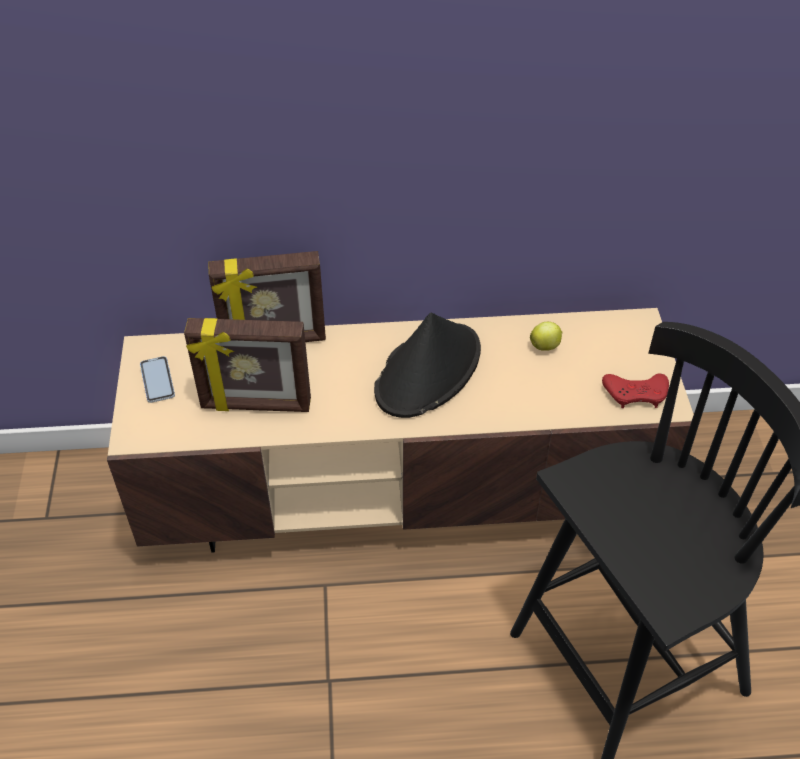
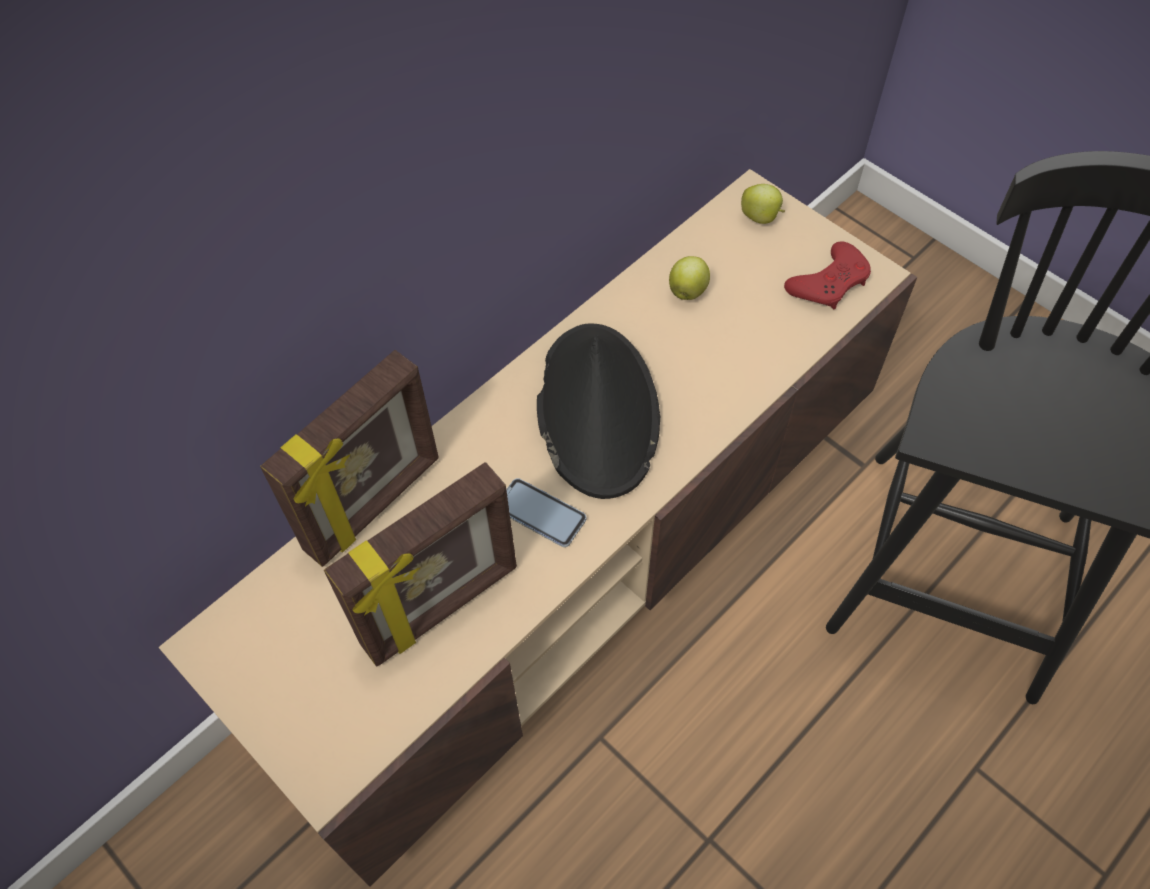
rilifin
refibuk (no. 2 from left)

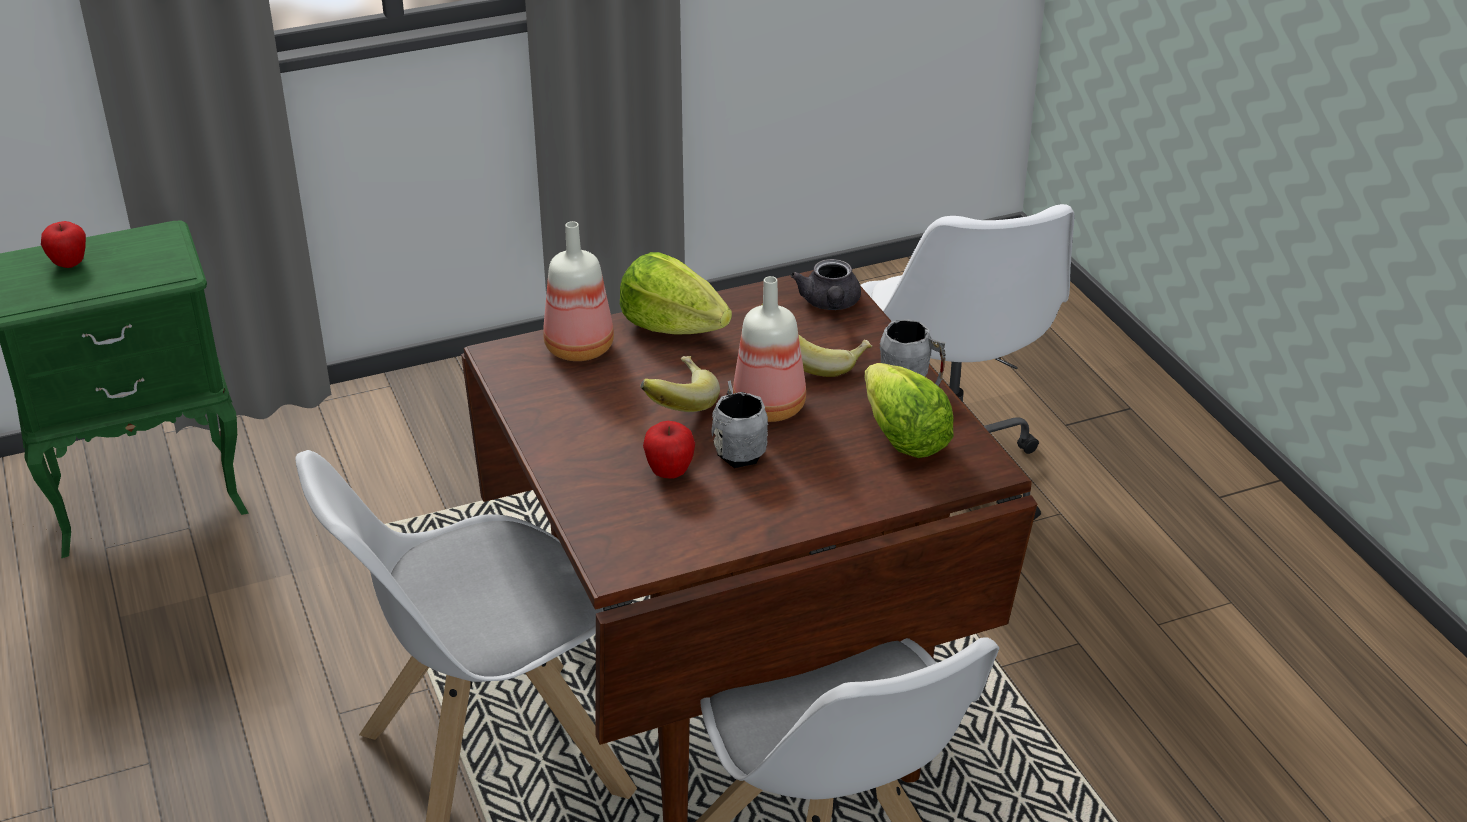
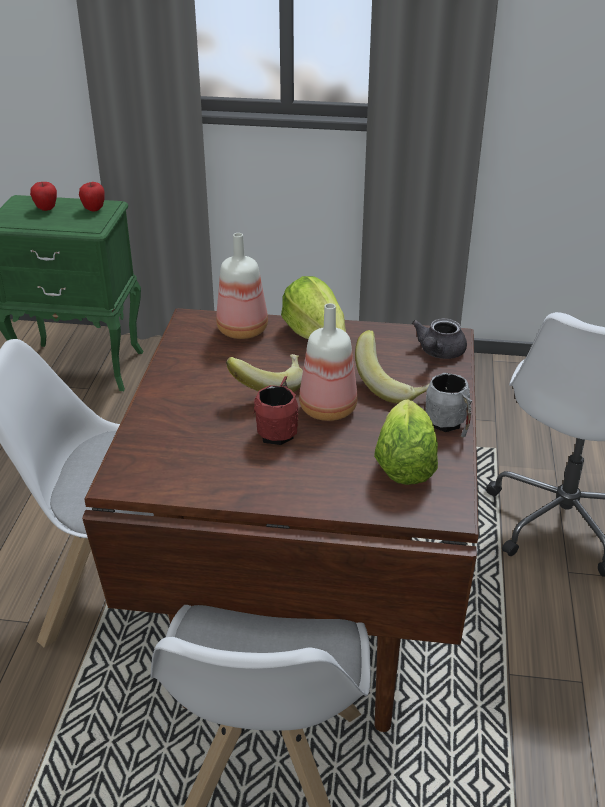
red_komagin
refibuk (no. 2 from left)

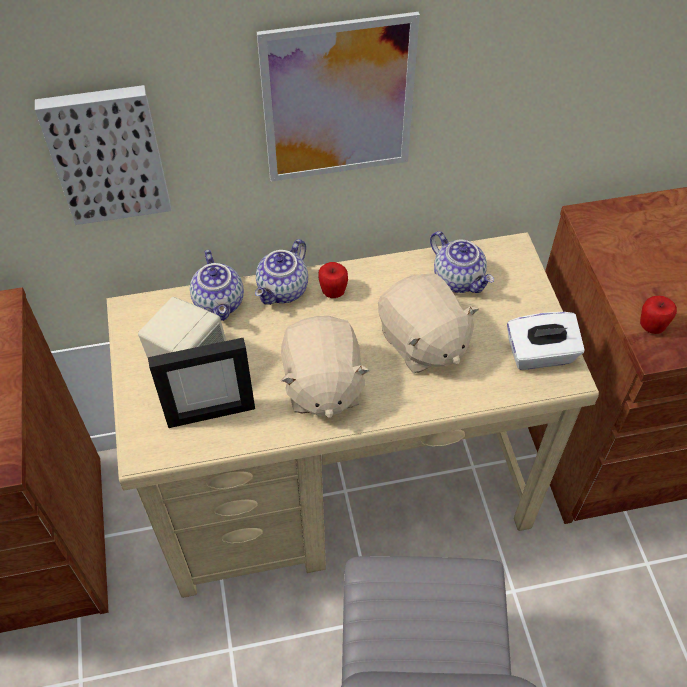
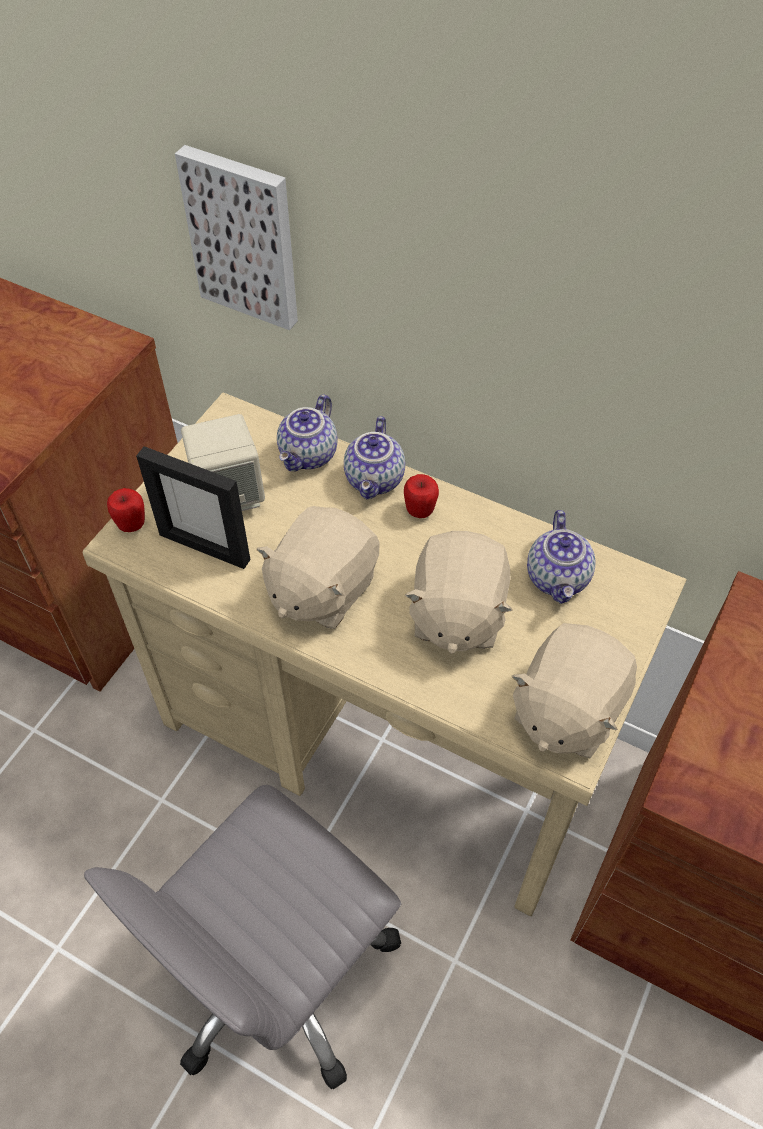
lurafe (no. 2 from left in the first image)
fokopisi (no. 2 from left)
refibuk (no. 1 from left)
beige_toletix (no. 3 from left)

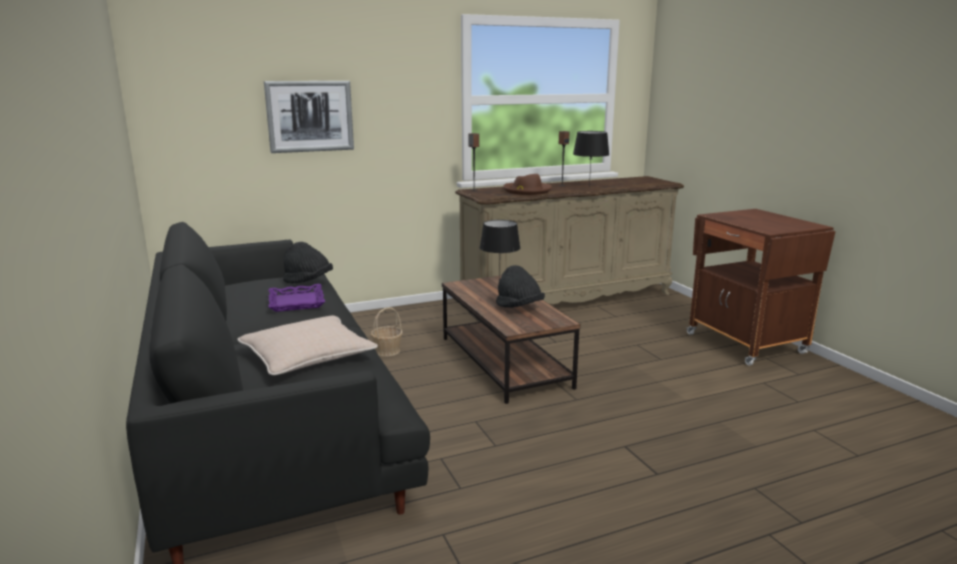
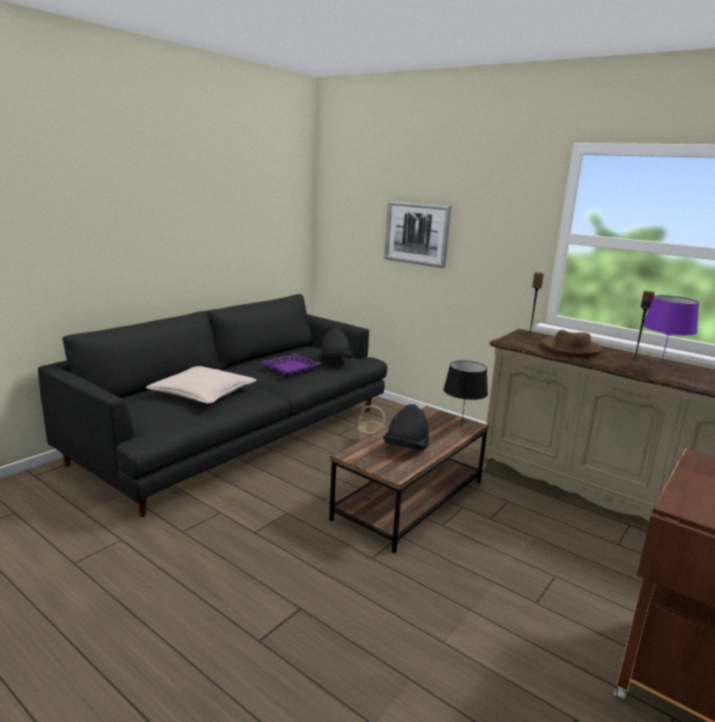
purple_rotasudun

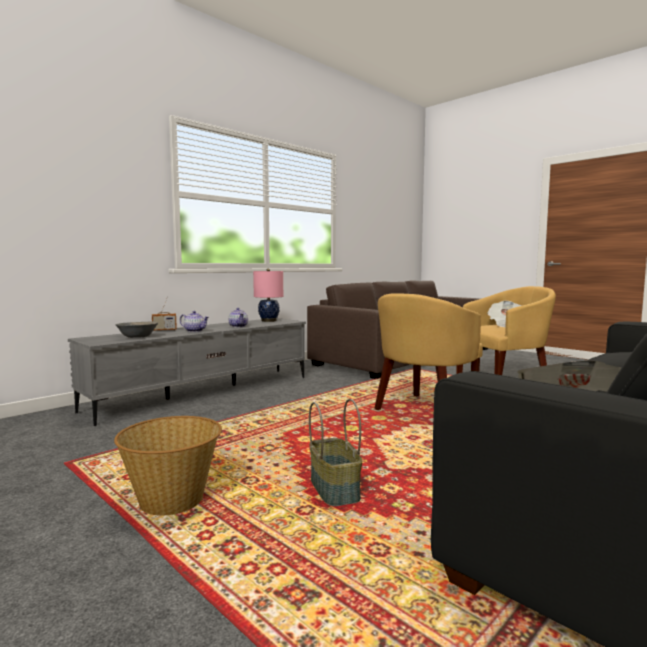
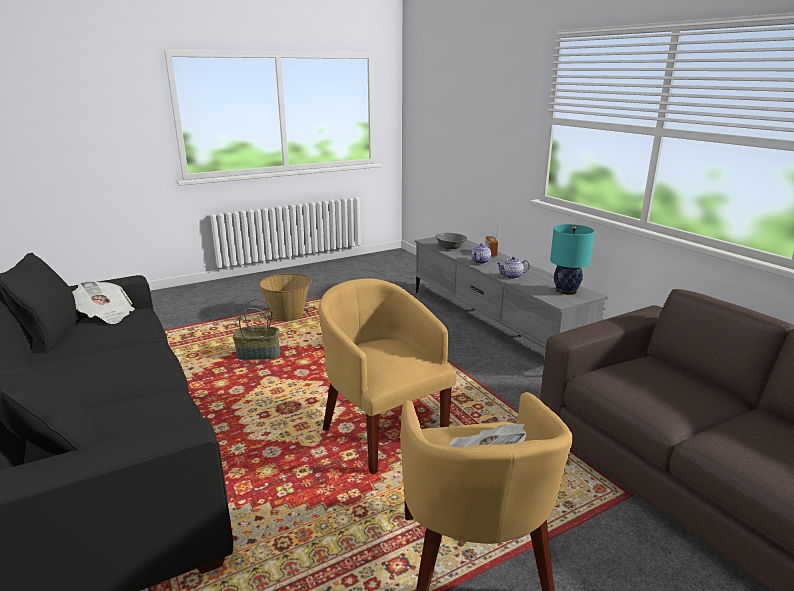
turquoise_rotasudun

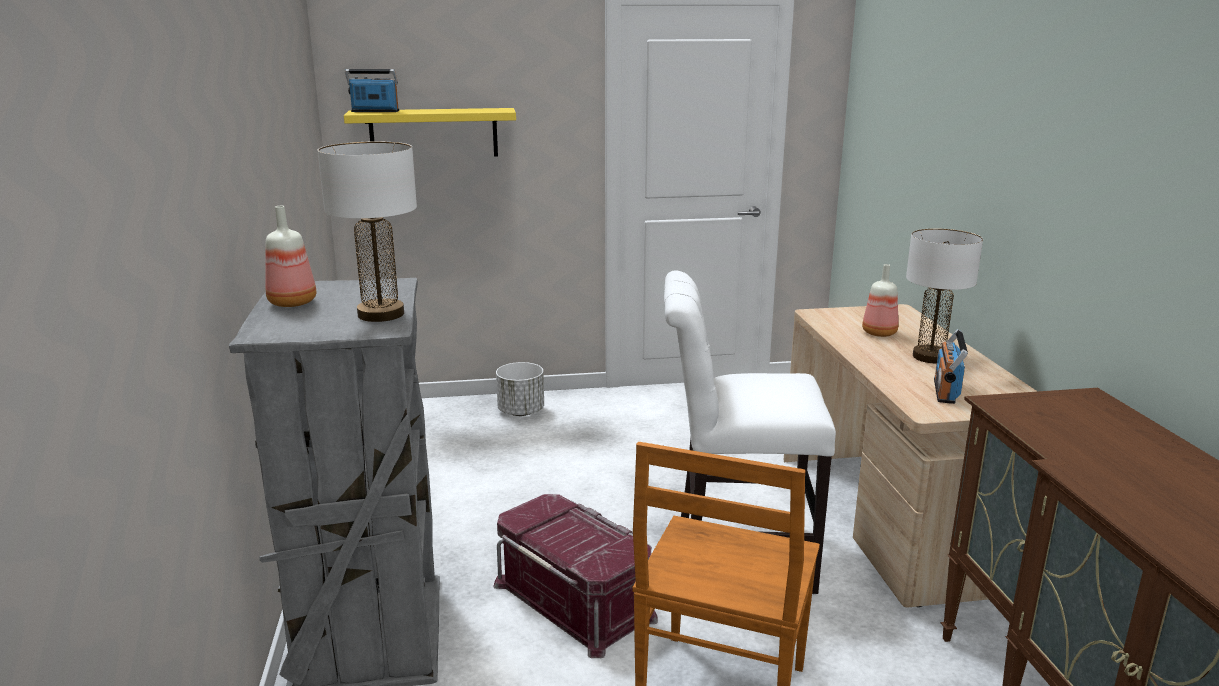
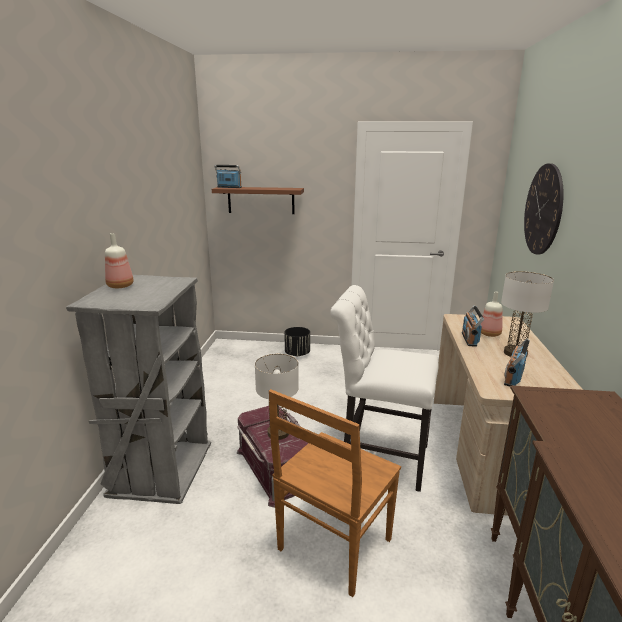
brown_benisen
rotasudun (no. 1 from left)
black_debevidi
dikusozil
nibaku (no. 2 from left)

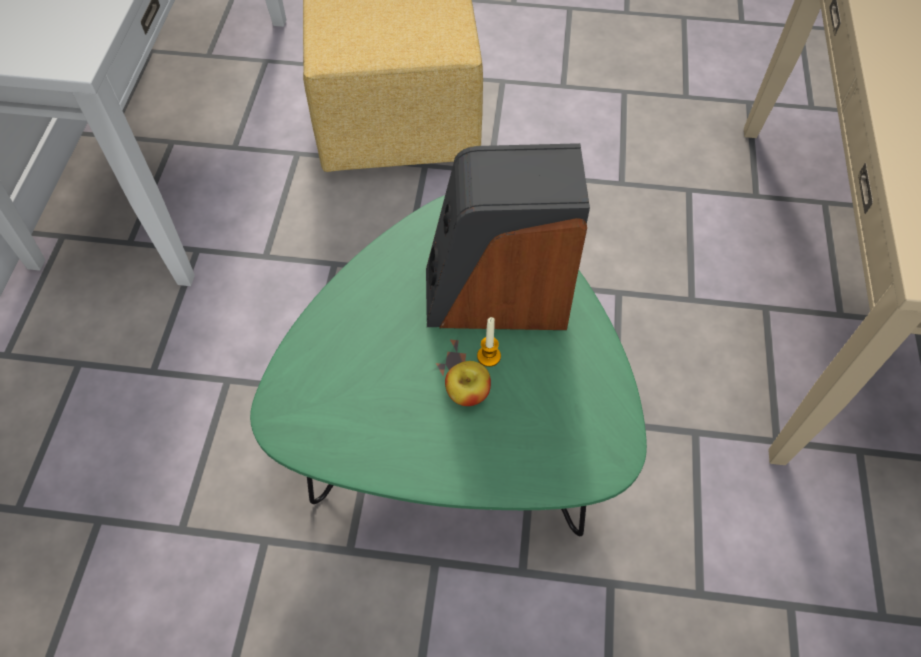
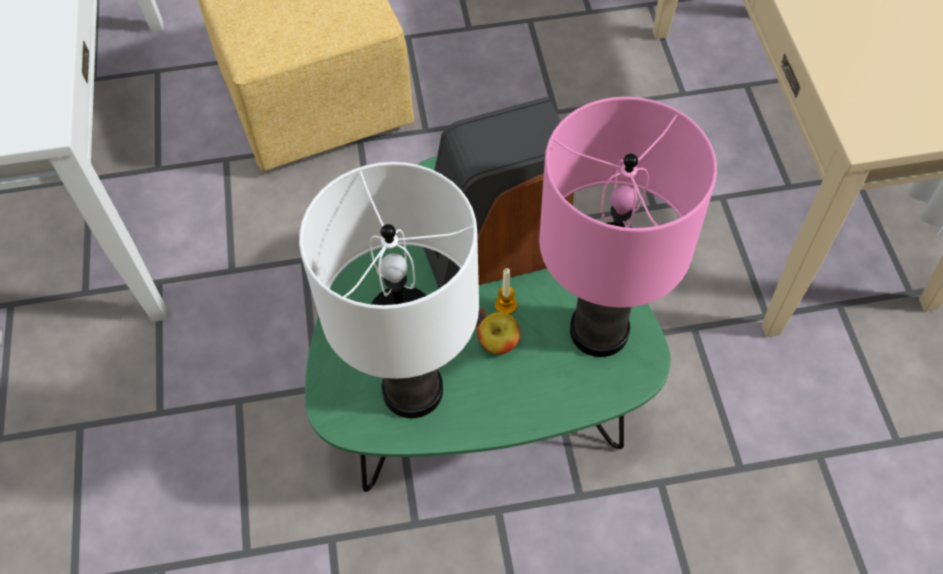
pink_rotasudun
white_rotasudun

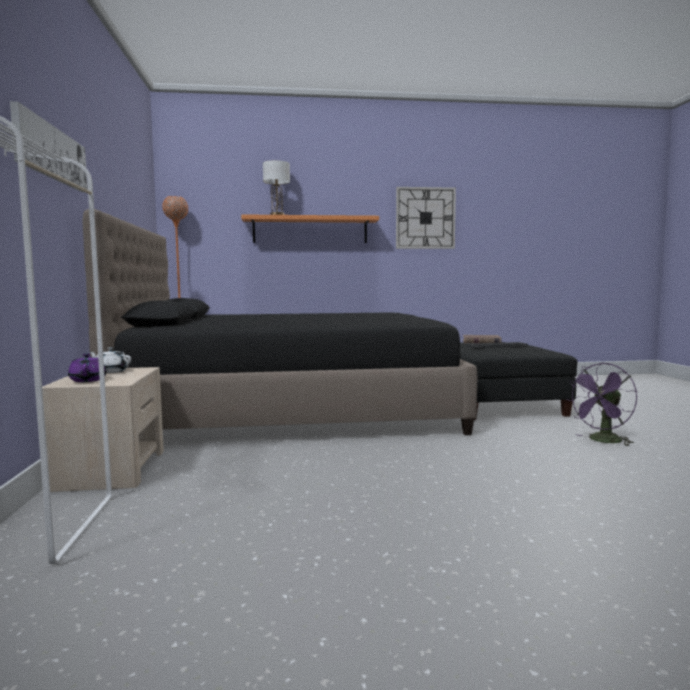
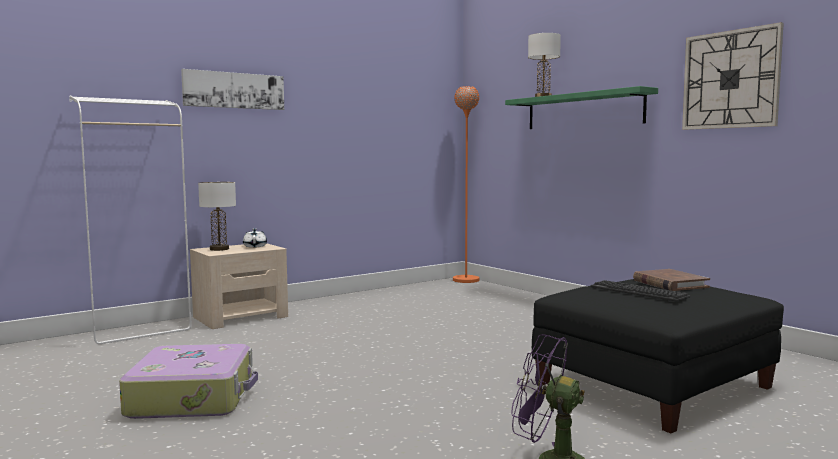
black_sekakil
green_benisen
rotasudun (no. 1 from left)
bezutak

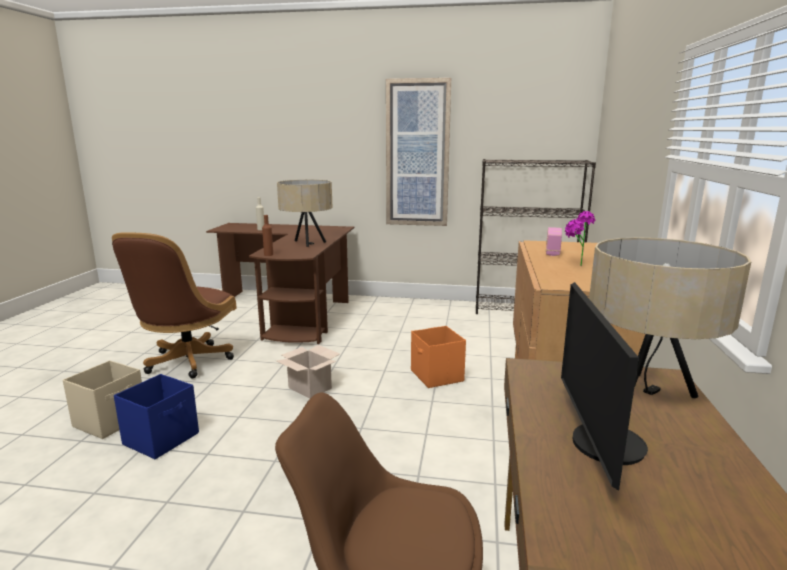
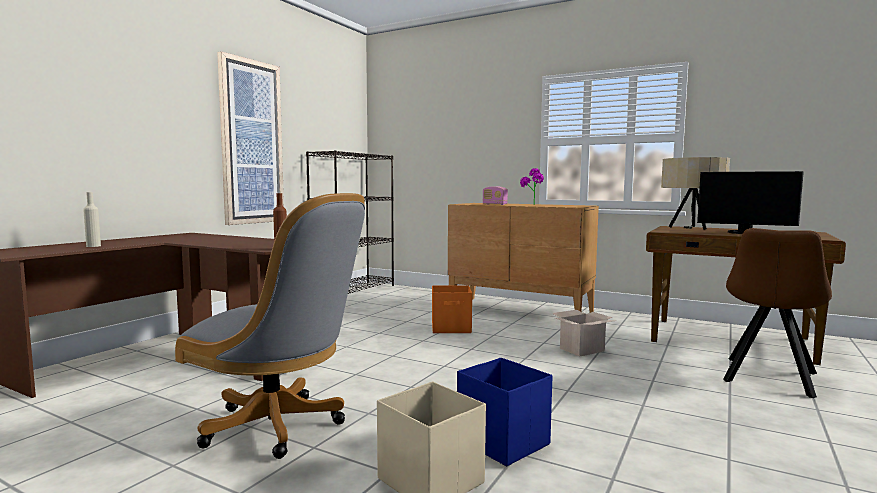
beige_rotasudun (no. 1 from left in the first image)
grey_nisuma
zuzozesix

